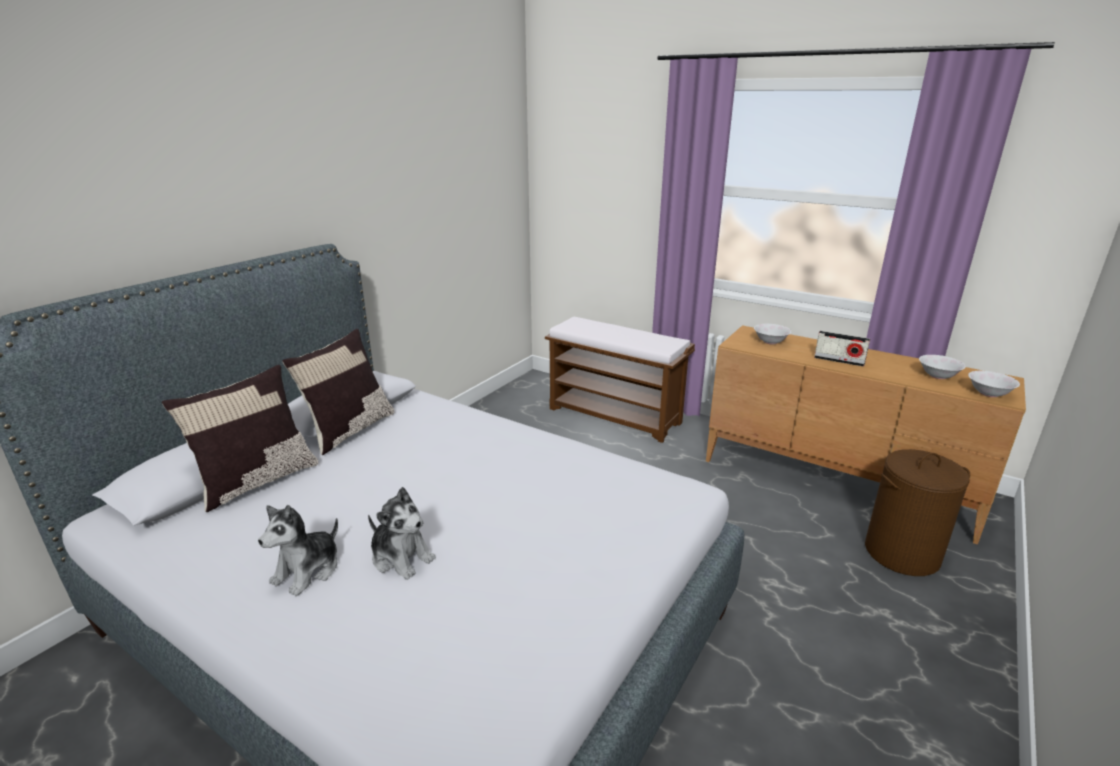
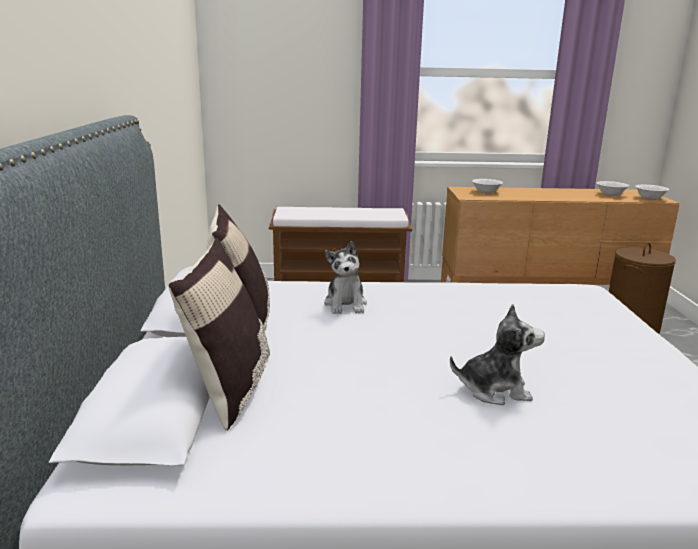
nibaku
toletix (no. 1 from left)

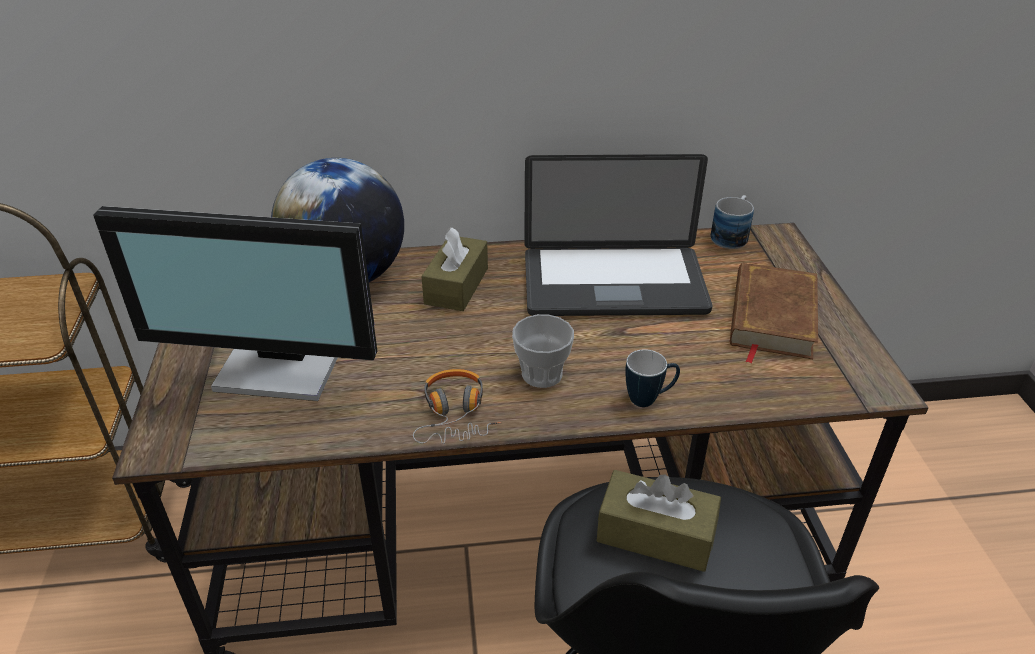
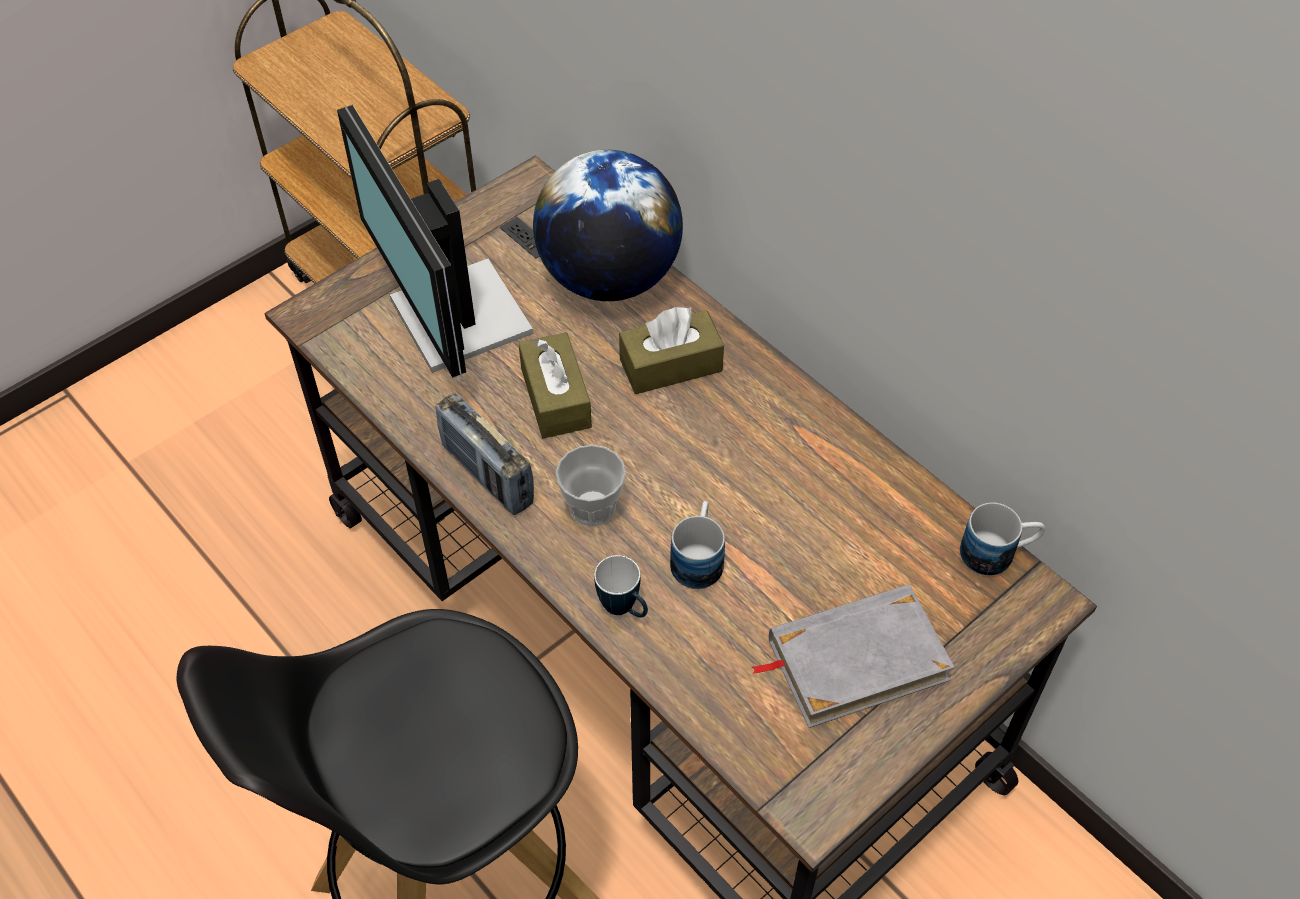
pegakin
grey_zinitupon
nibaku
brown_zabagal (no. 1 from left)
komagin (no. 2 from left)

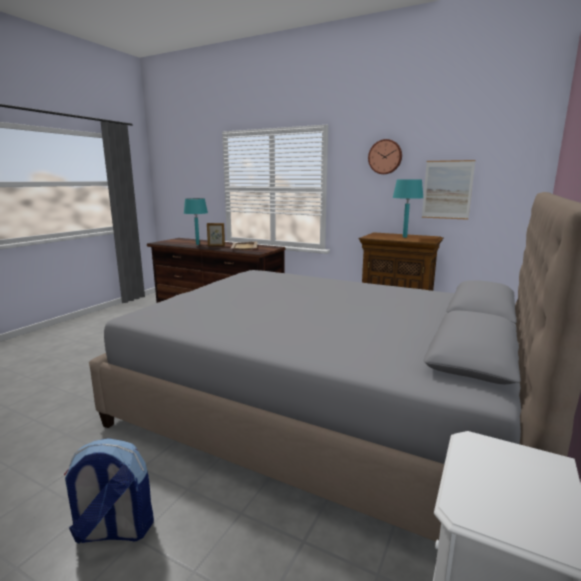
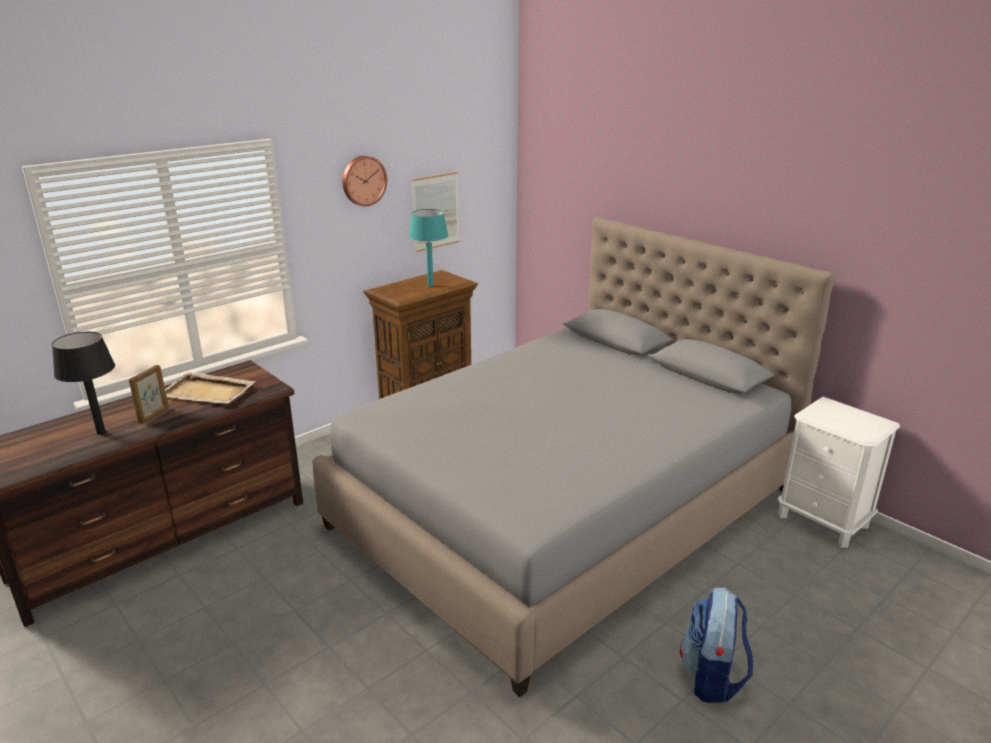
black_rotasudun

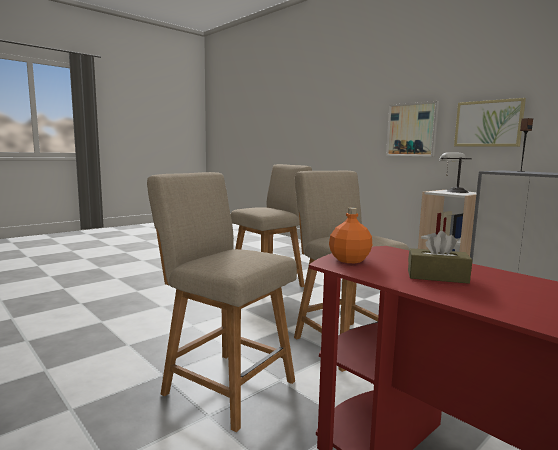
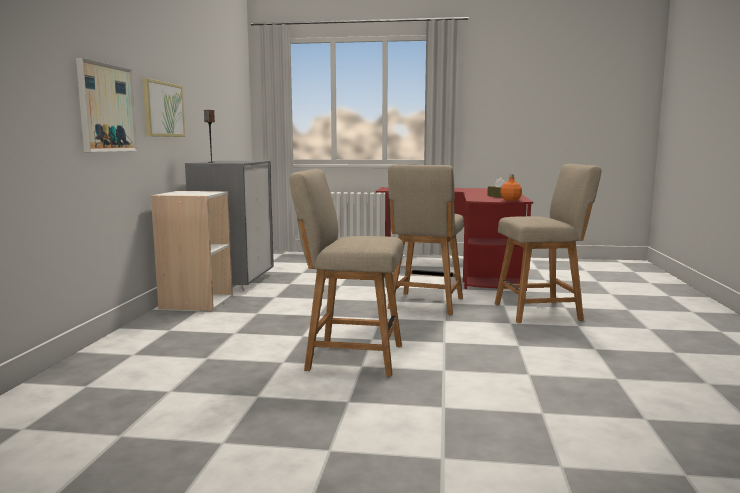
rotasudun
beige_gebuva (no. 3 from left)

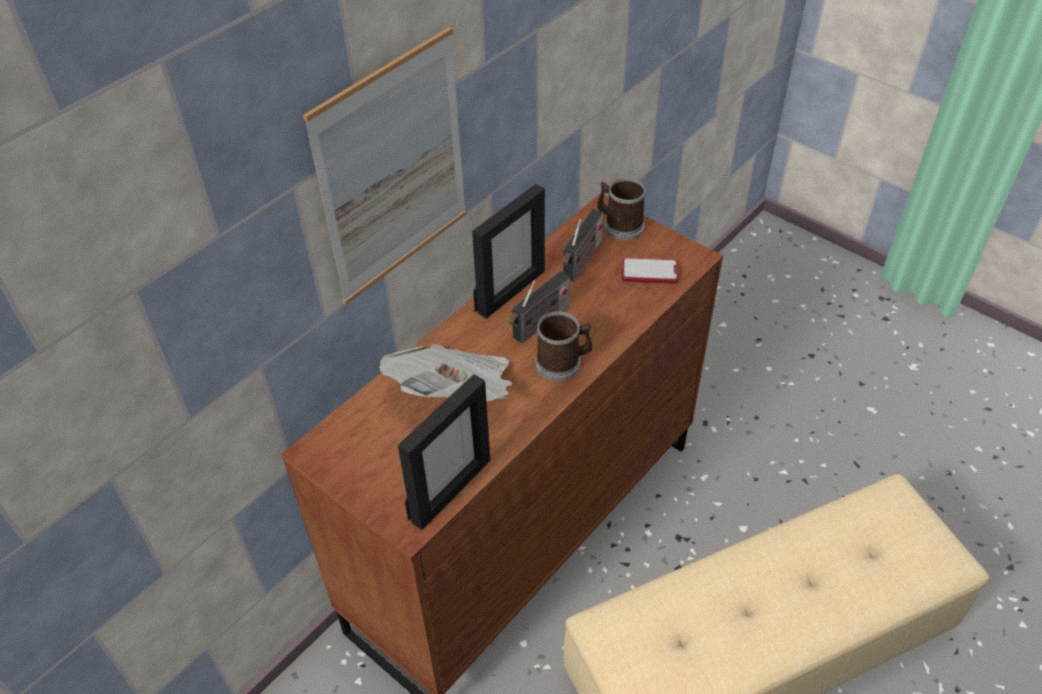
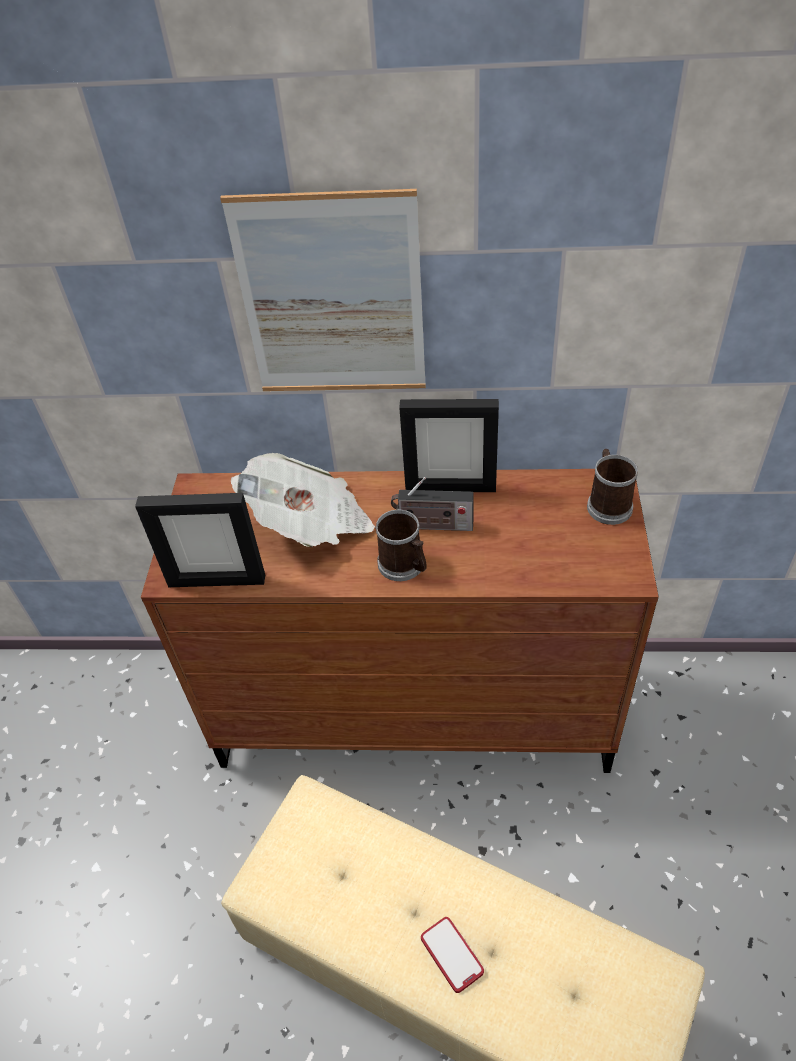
nibaku (no. 2 from left in the first image)
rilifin

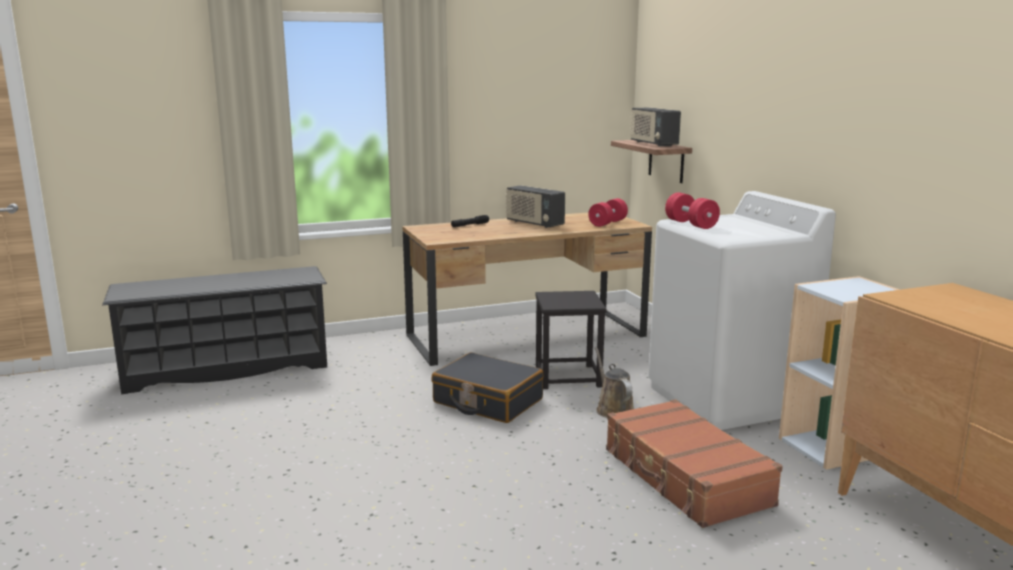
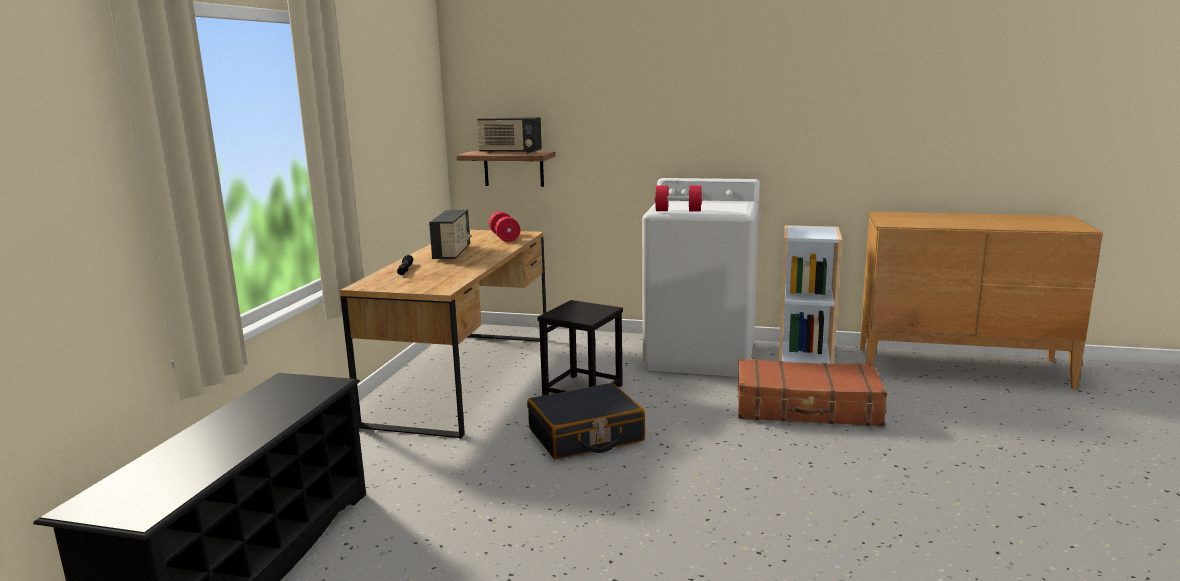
nibaku (no. 1 from left)
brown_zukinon

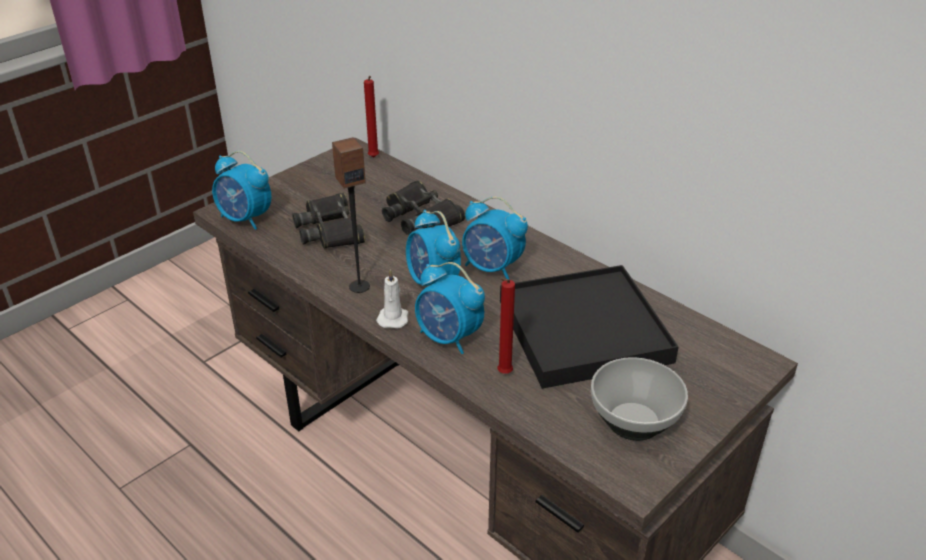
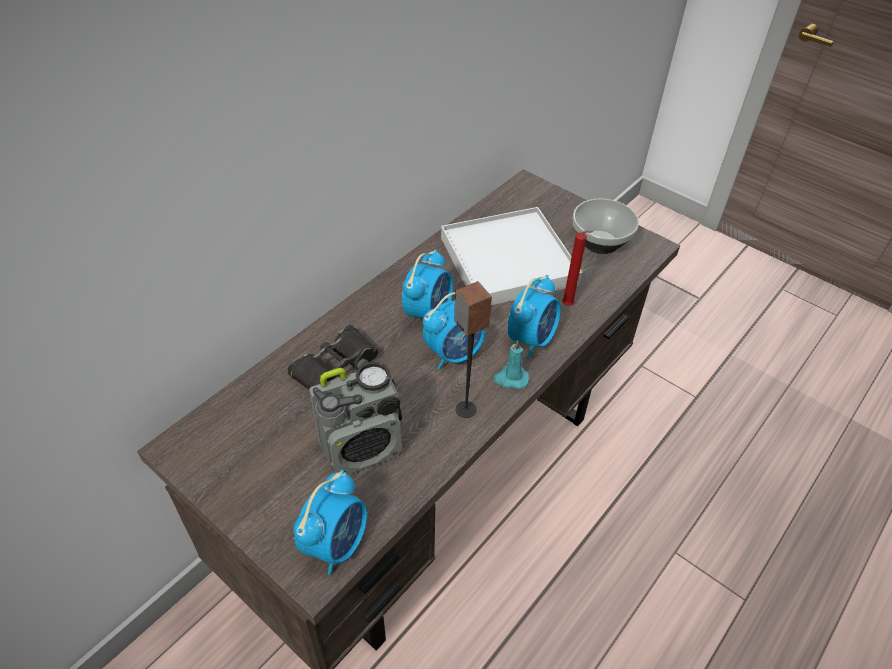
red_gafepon (no. 1 from left in the first image)
nibaku
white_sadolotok
turquoise_gafepon

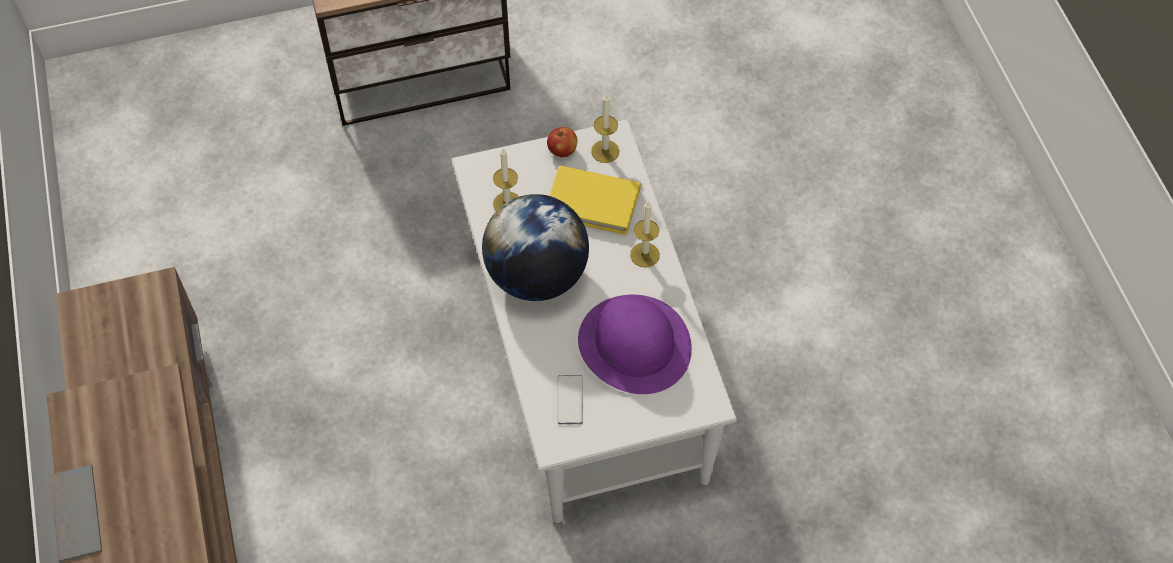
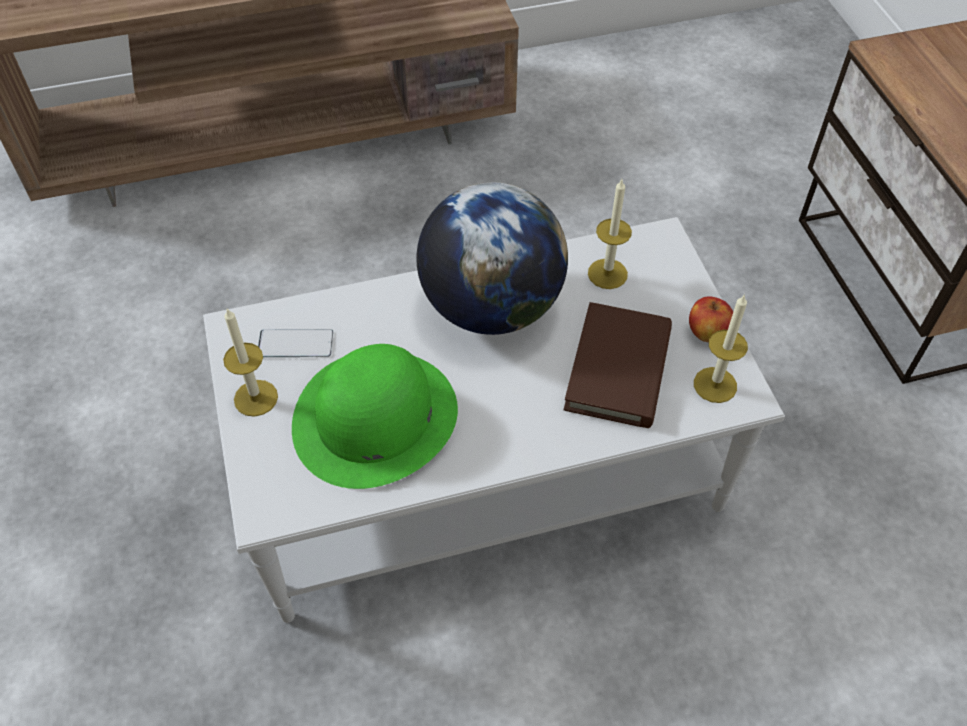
brown_zinitupon
gafepon (no. 1 from left)
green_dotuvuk

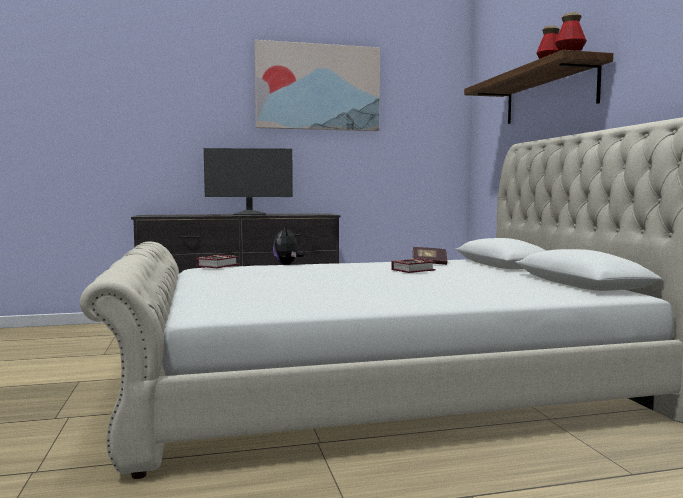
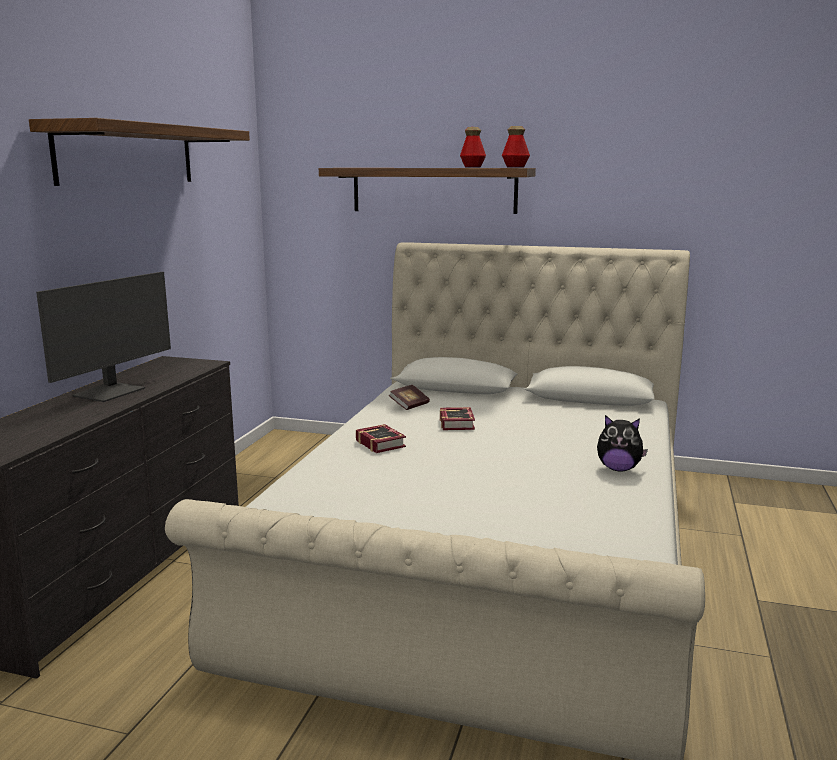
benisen (no. 1 from left)
toletix
zinitupon (no. 1 from left)

